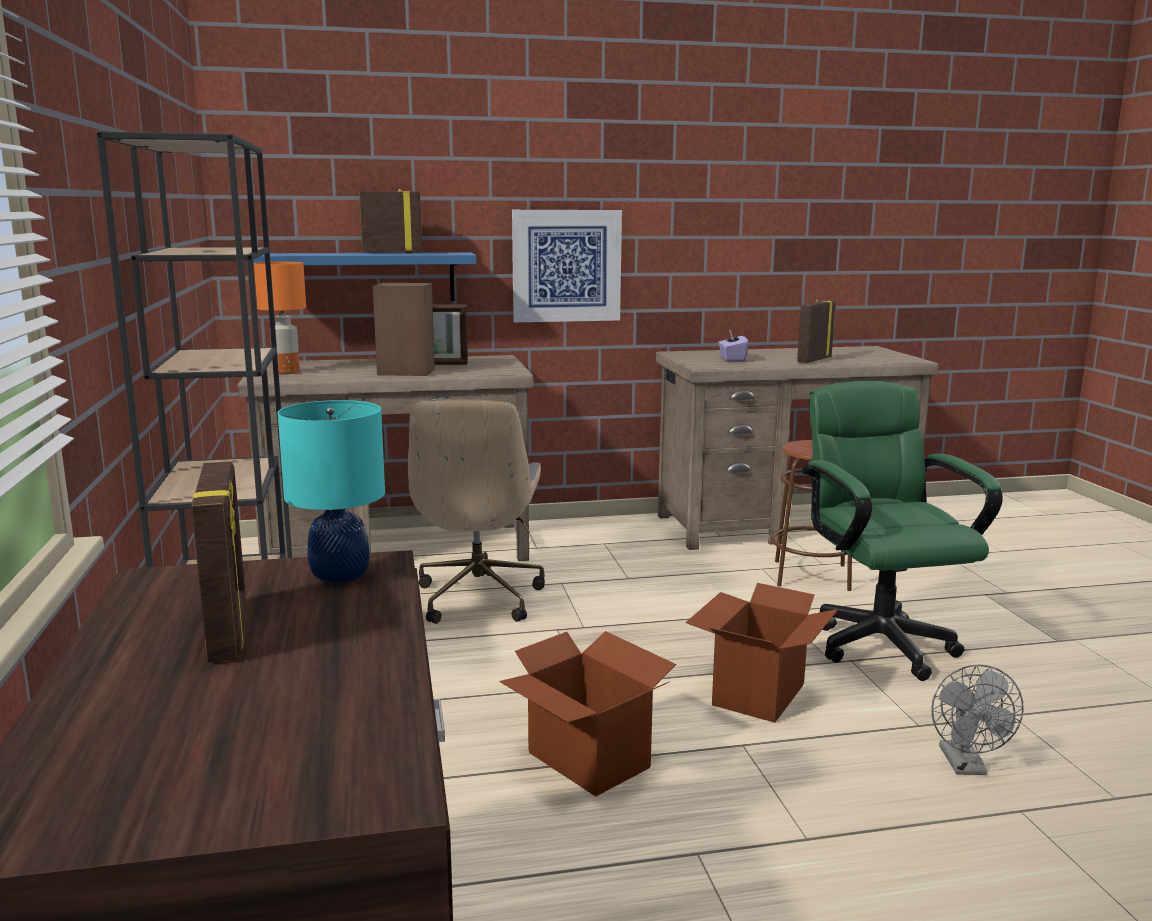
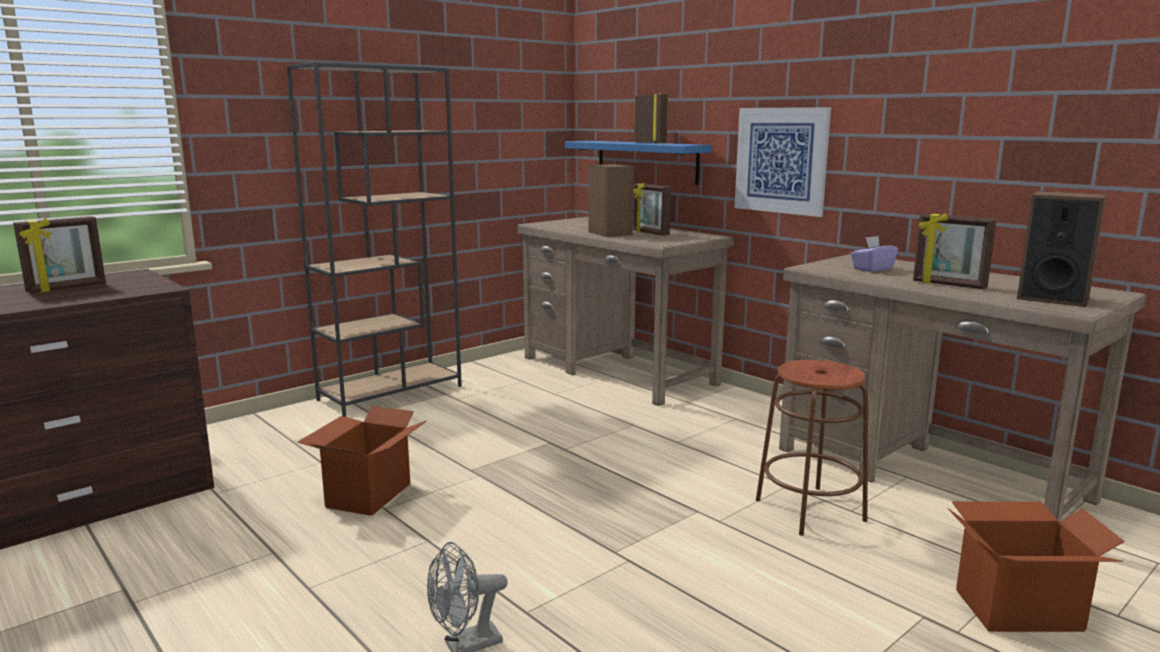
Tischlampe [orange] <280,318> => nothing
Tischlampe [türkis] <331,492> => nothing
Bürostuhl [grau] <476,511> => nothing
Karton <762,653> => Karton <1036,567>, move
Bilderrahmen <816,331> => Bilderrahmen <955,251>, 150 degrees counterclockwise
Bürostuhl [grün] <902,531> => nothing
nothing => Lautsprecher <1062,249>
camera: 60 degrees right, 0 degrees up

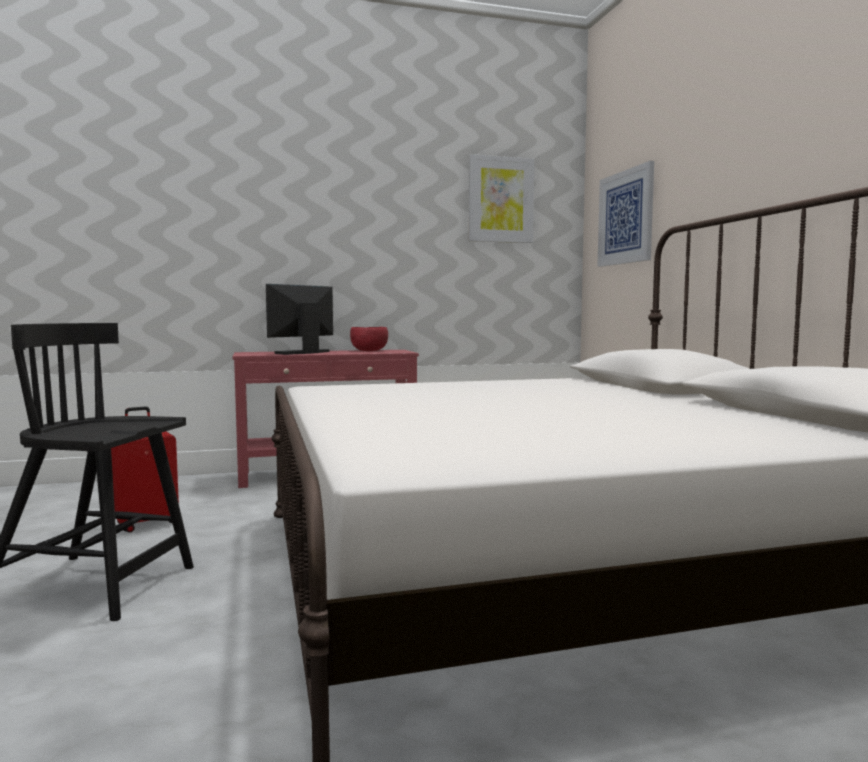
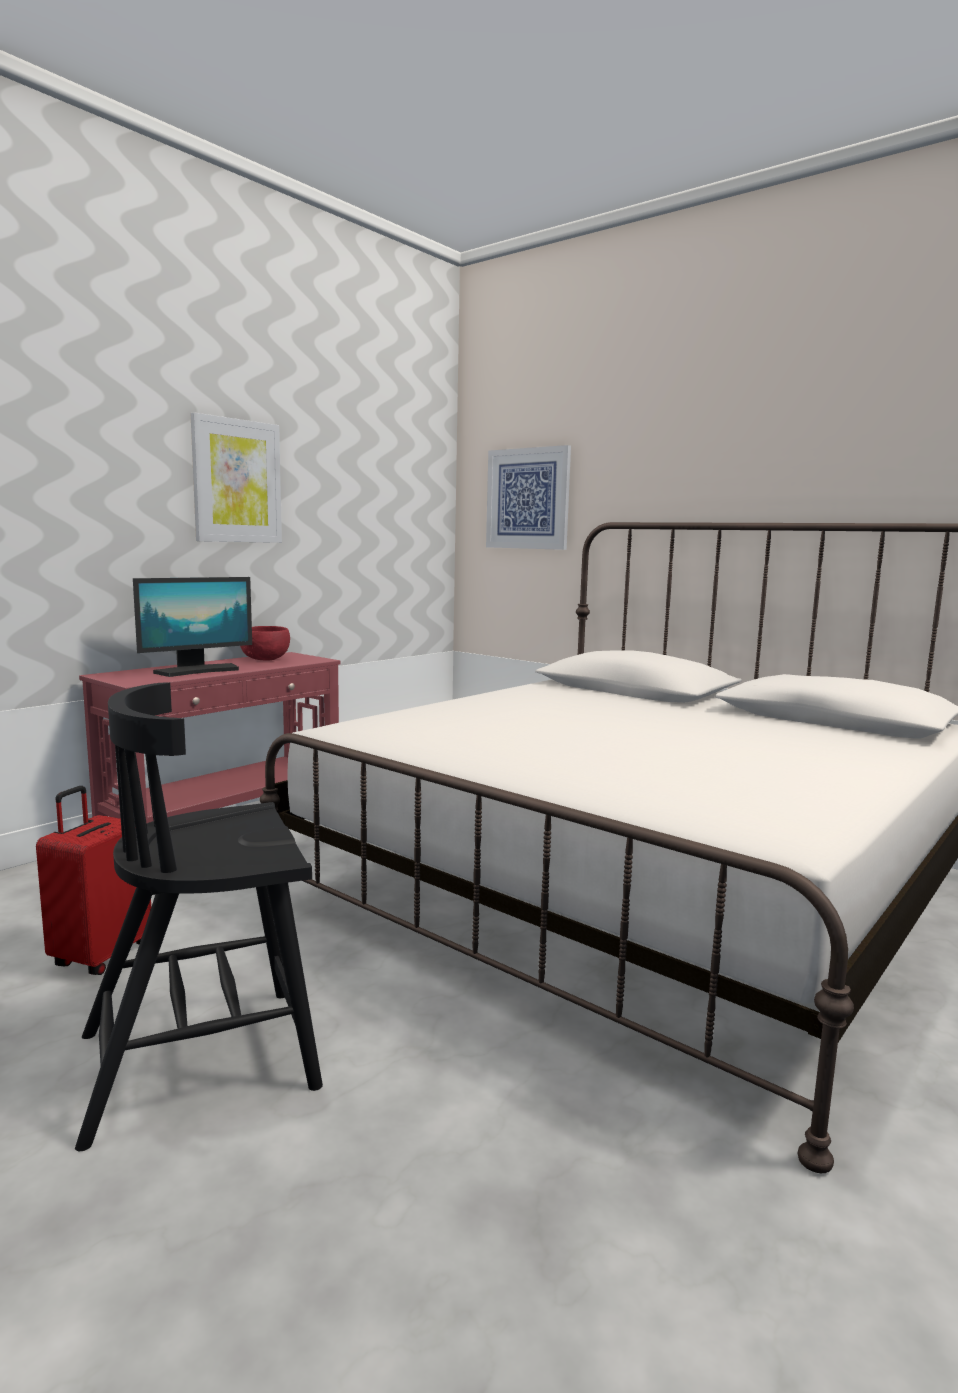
Monitor <299,319> => Monitor <192,627>, 135 degrees counterclockwise
Bild <501,198> => Bild <236,477>, move
camera: 35 degrees left, 5 degrees up

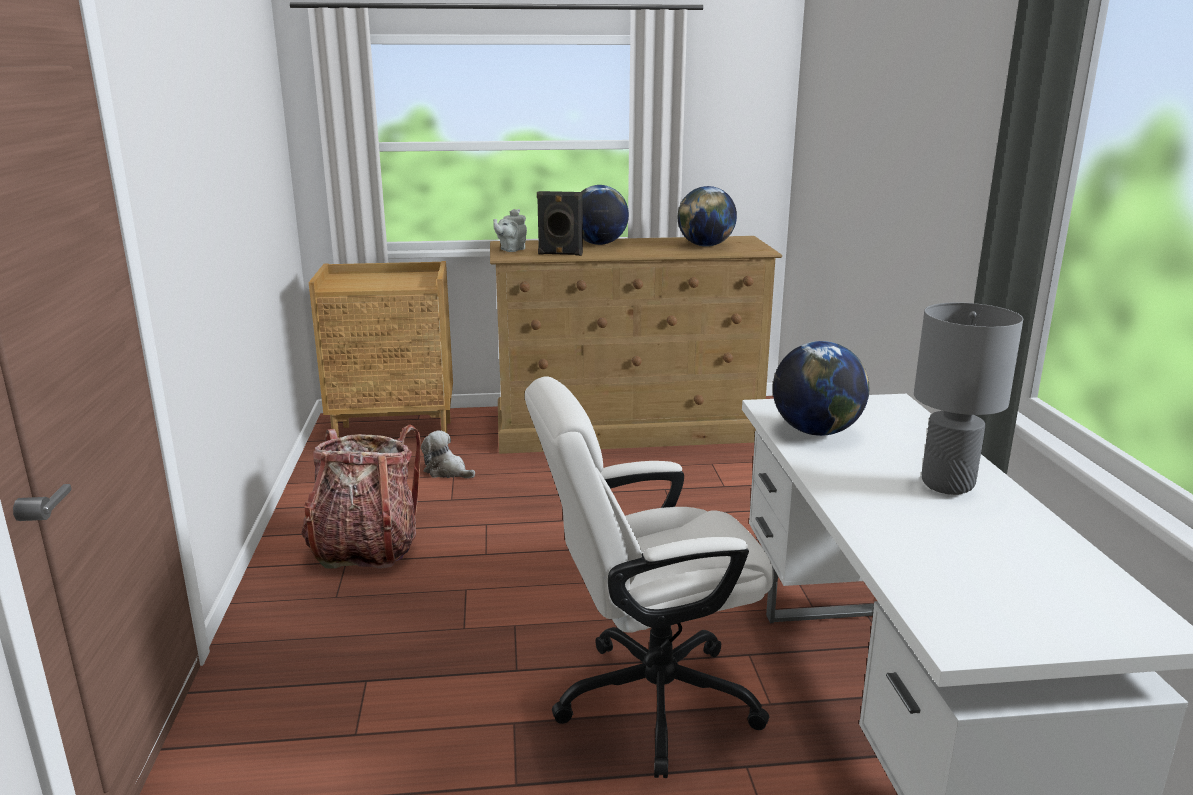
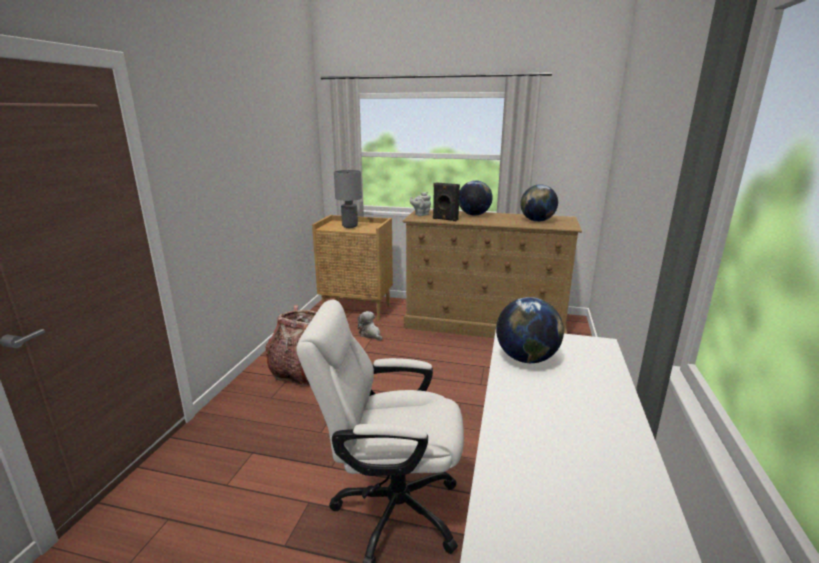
Tischlampe [grau] <968,399> => Tischlampe [grau] <348,199>, move
camera: 20 degrees right, 0 degrees up

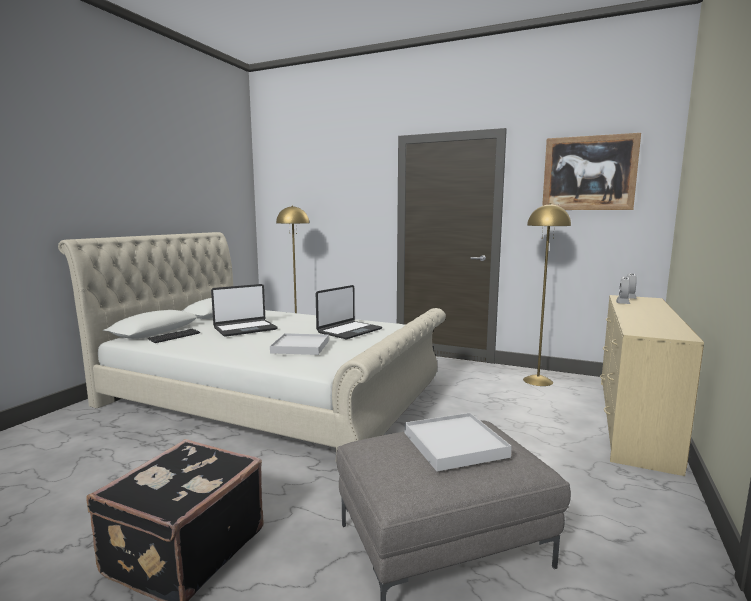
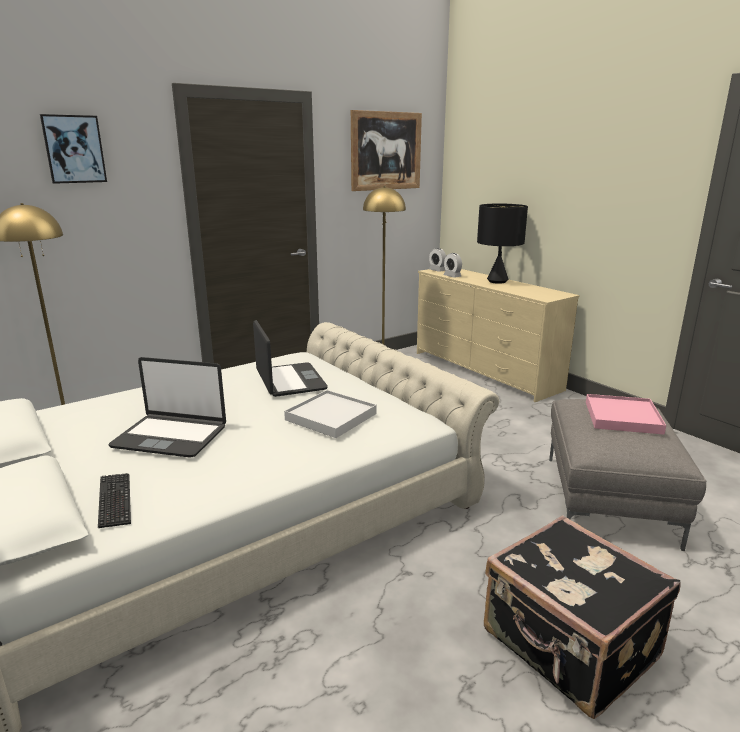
Laptop <244,310> => Laptop <167,407>, 105 degrees clockwise
Tablett [weiß] <458,442> => Tablett [rosa] <626,414>
nothing => Bild <73,149>
nothing => Tischlampe [schwarz] <502,244>
camera: 60 degrees left, 10 degrees up

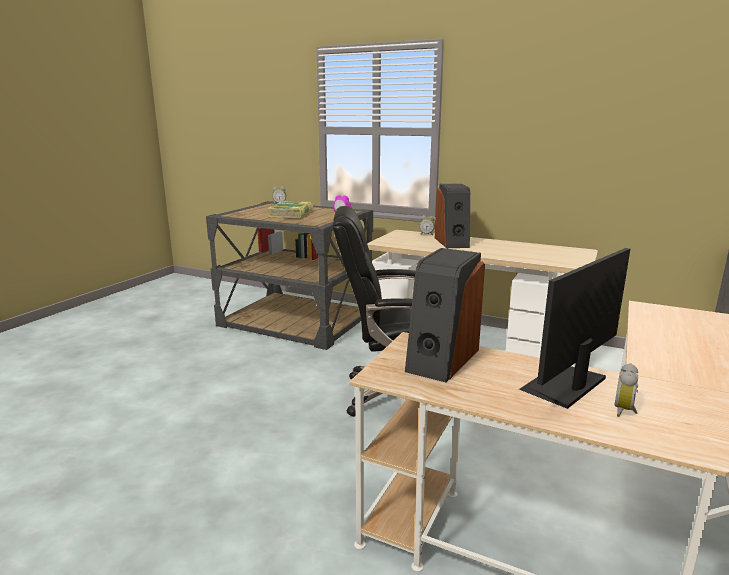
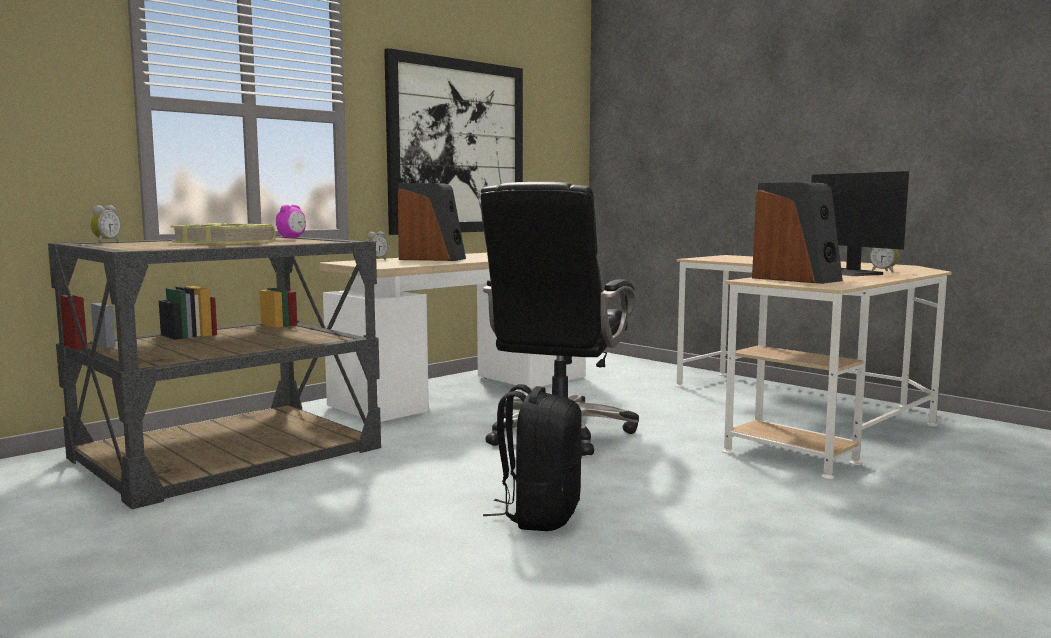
nothing => Bild <453,141>
nothing => Rucksack [schwarz] <532,457>
camera: 70 degrees left, 10 degrees down

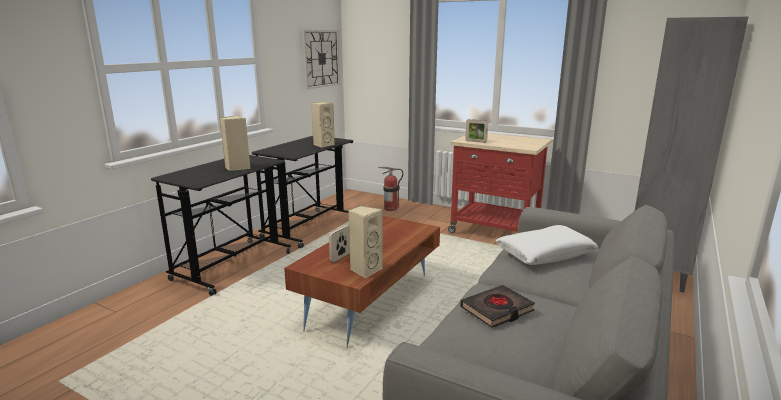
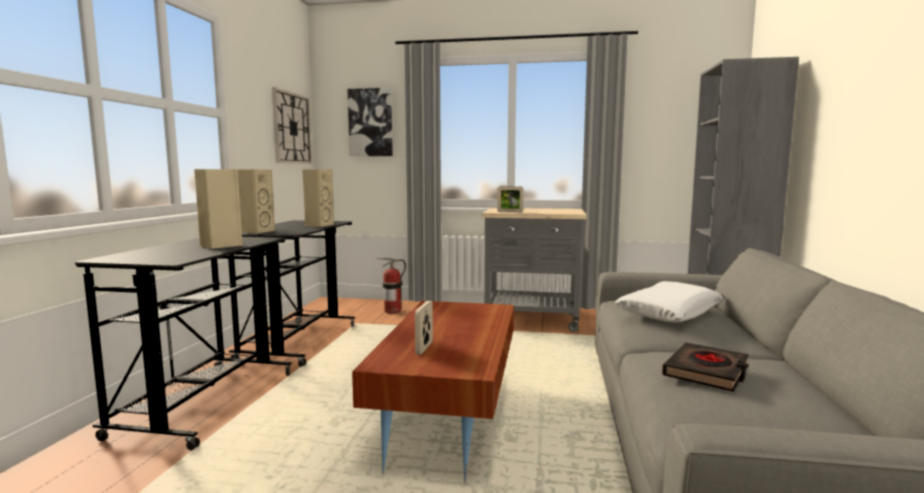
Lautsprecher [beige] <366,242> => Lautsprecher [beige] <256,201>, move
Rollwagen [rot] <500,183> => Rollwagen [grau] <534,270>
nothing => Bild <370,122>
camera: 20 degrees left, 10 degrees down

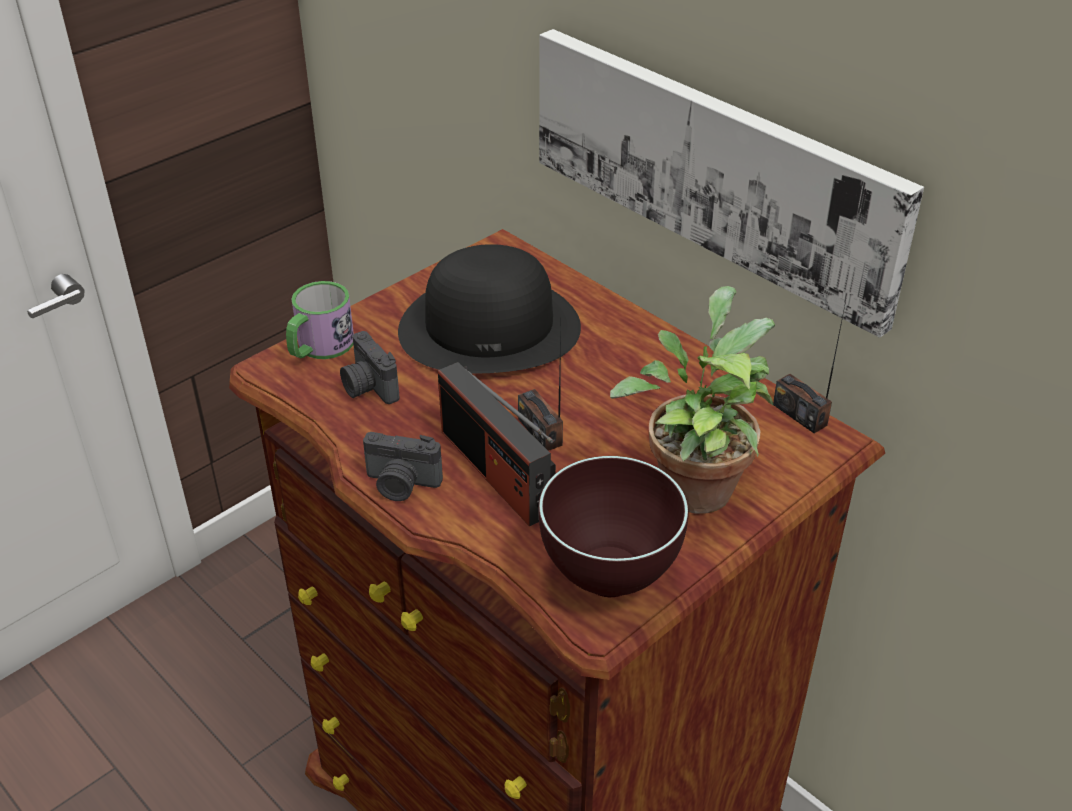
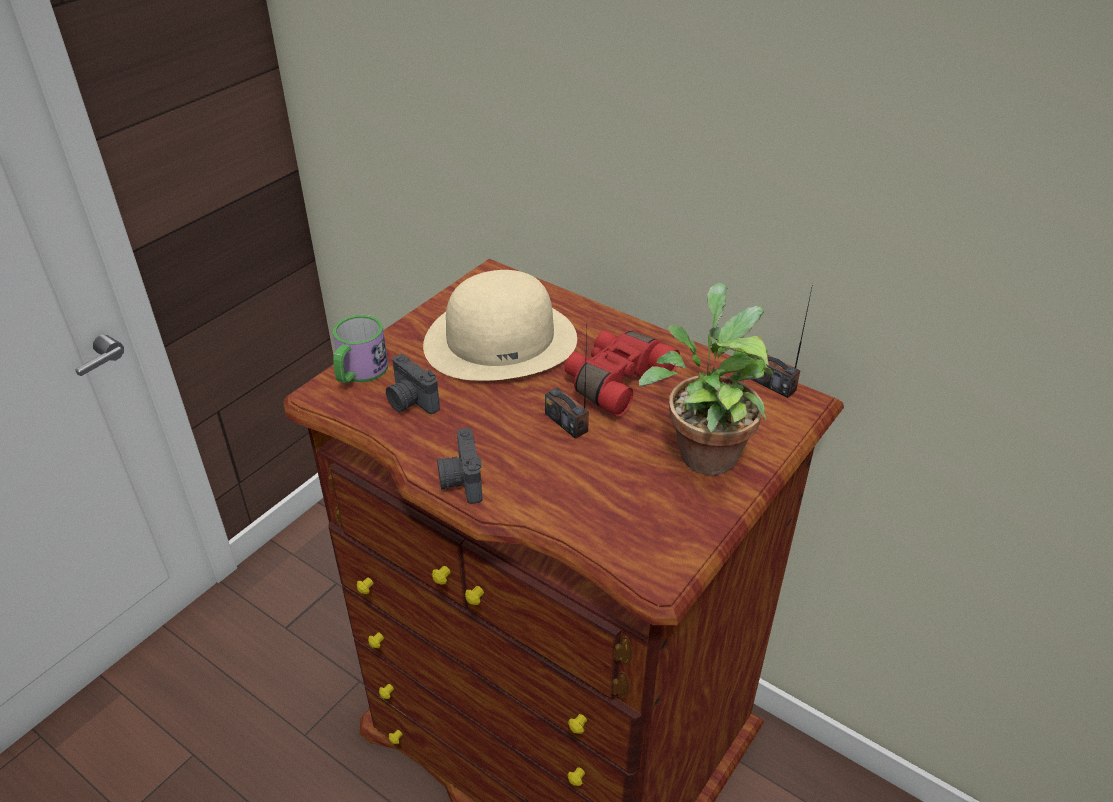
Kamera <403,466> => Kamera <459,466>, 75 degrees clockwise
Hut [schwarz] <489,308> => Hut [beige] <500,325>
Radio <497,444> => nothing
Schüssel [braun] <613,526> => nothing
Bild <731,183> => nothing
nothing => Fernglas [rot] <622,373>
camera: 10 degrees left, 0 degrees up

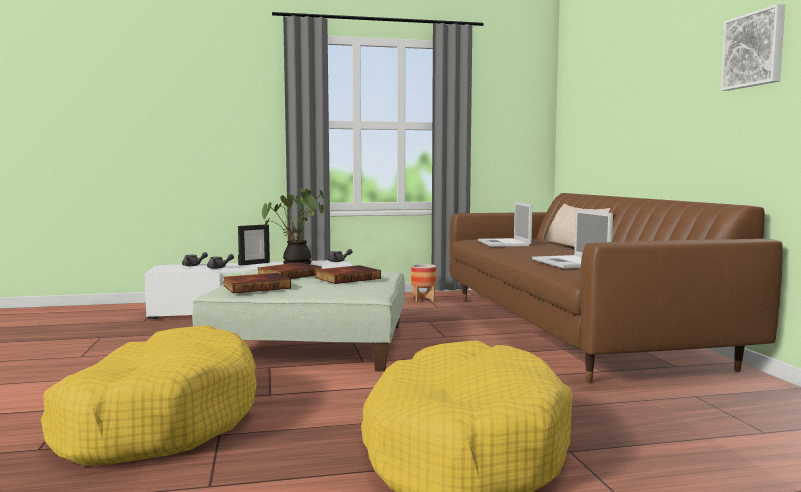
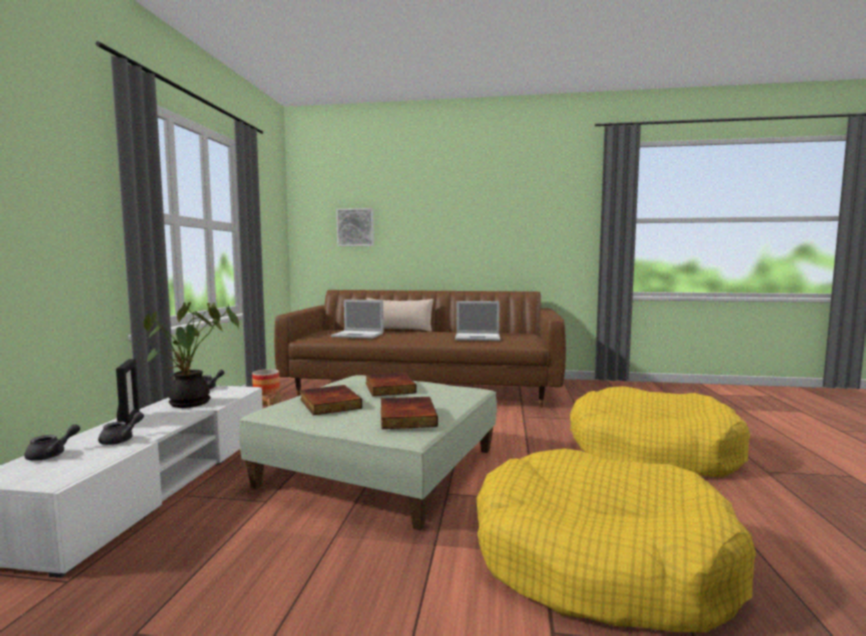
Bild <753,47> => Bild <355,227>, move
camera: 70 degrees left, 0 degrees up

